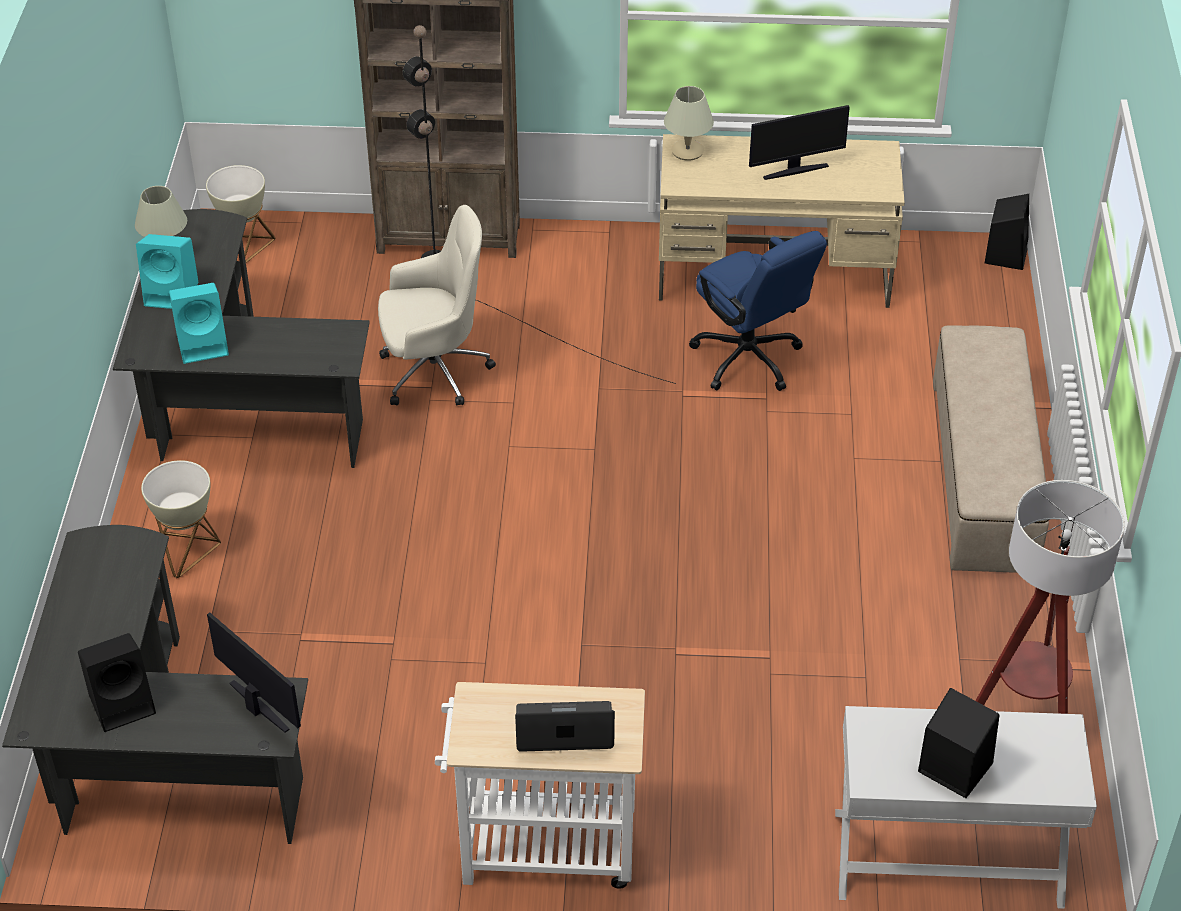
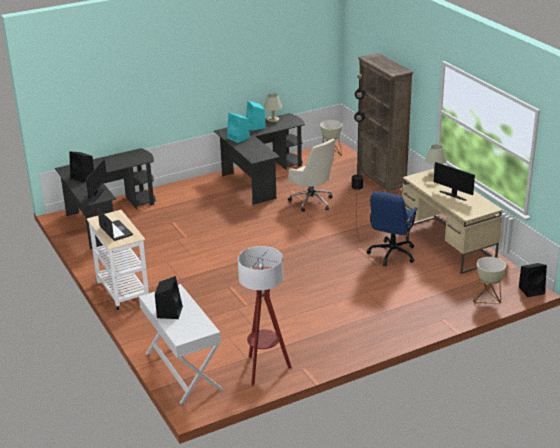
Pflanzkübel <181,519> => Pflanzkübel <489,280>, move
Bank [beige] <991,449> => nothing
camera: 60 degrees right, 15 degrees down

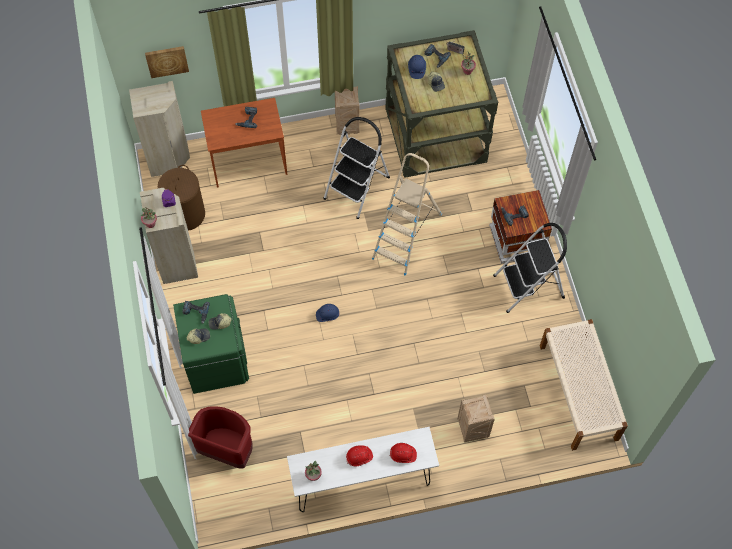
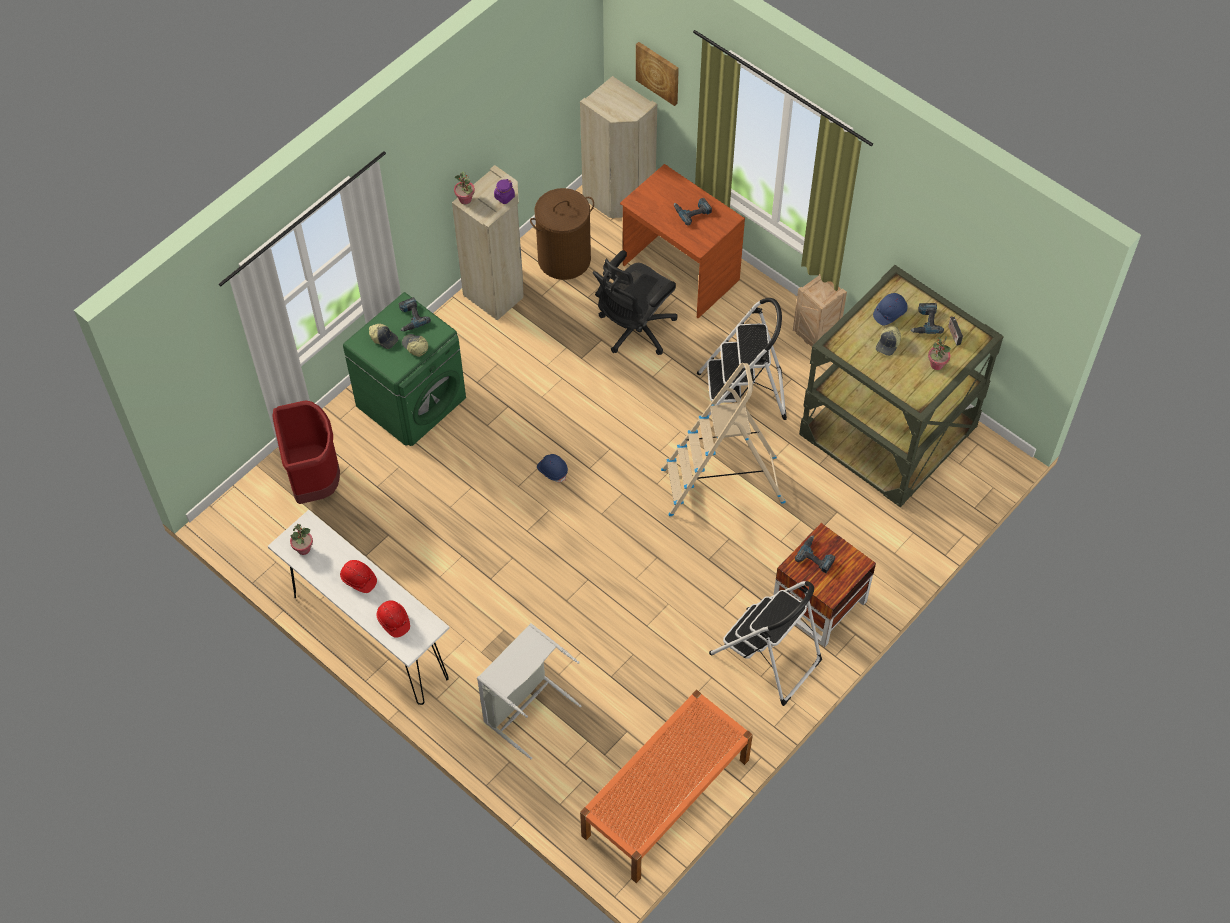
Kiste <476,418> => Wäschekorb [grau] <529,691>
Bank [beige] <584,385> => Bank [orange] <666,786>
nothing => Bürostuhl <635,302>
camera: 55 degrees right, 5 degrees down

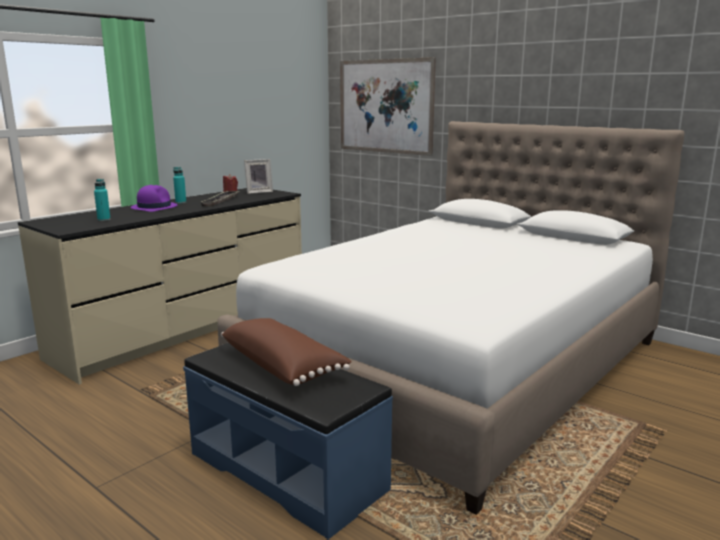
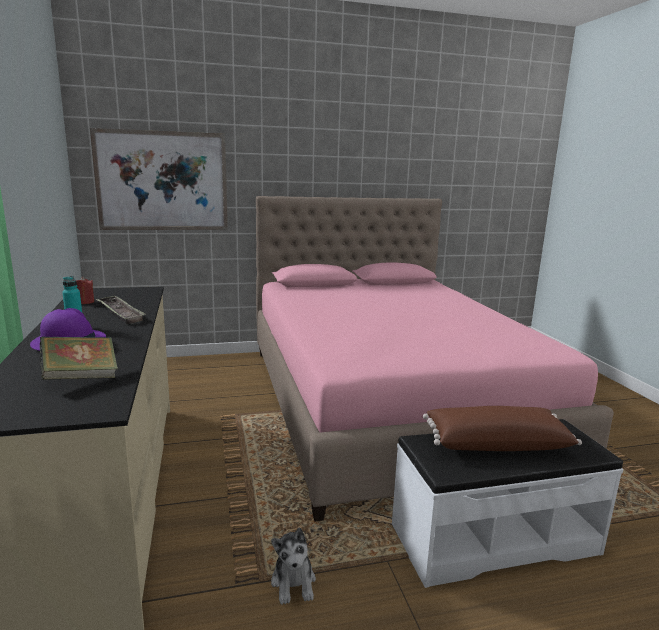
Flasche [türkis] <102,200> => Buch <79,358>
Bank [blau] <288,441> => Bank [weiß] <507,503>
Bett [weiß] <451,318> => Bett [rosa] <435,359>
Bilderrahmen <258,176> => nothing
nothing => Plüschtier <293,565>
camera: 55 degrees left, 0 degrees up

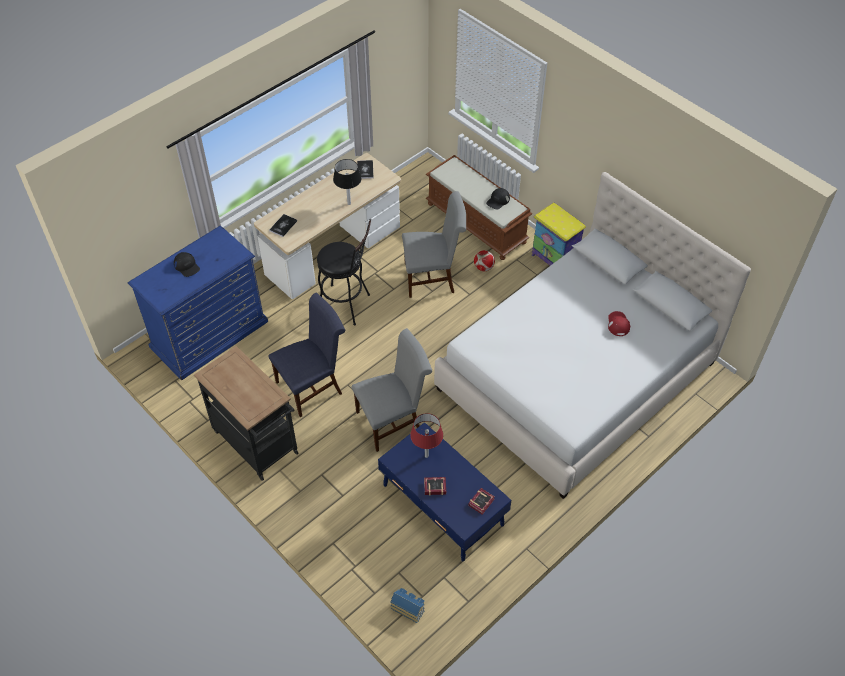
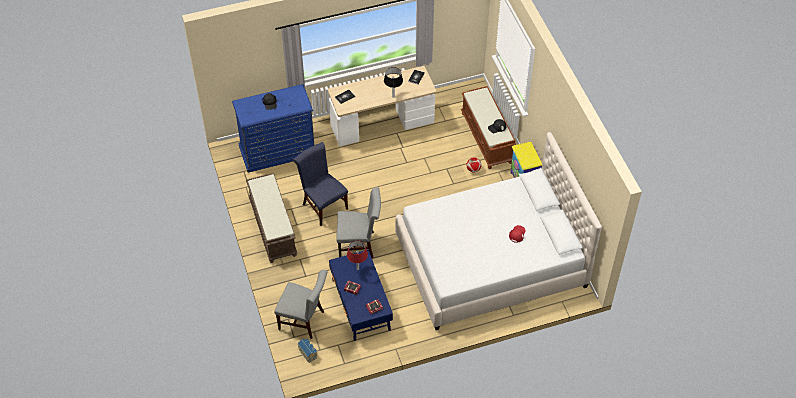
Rollwagen [schwarz] <246,413> => Bank [braun] <271,218>
Stuhl [blau] <306,355> => Stuhl [blau] <320,184>, 120 degrees counterclockwise
Hocker [schwarz] <344,272> => nothing
Stuhl [grau] <434,244> => Stuhl [grau] <301,304>, move
camera: 25 degrees right, 0 degrees up

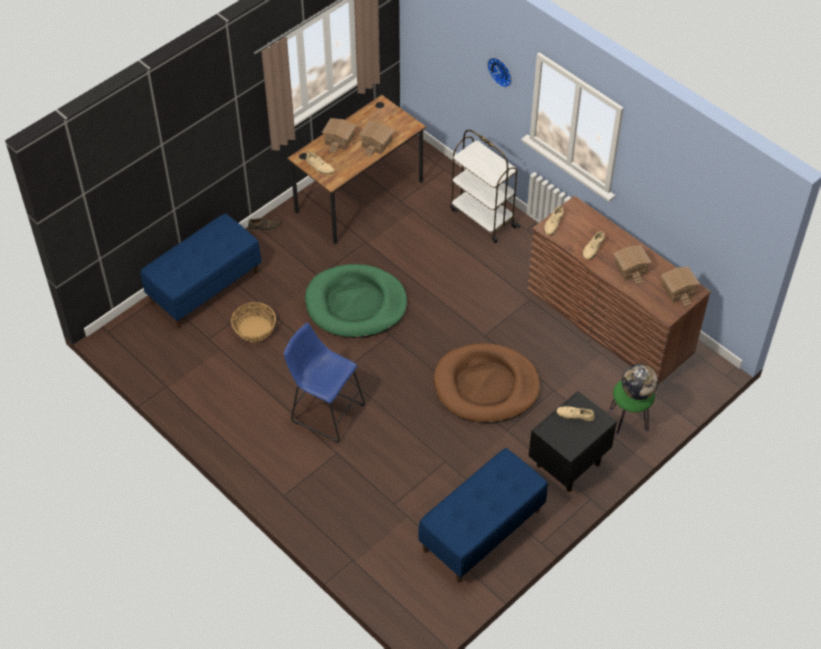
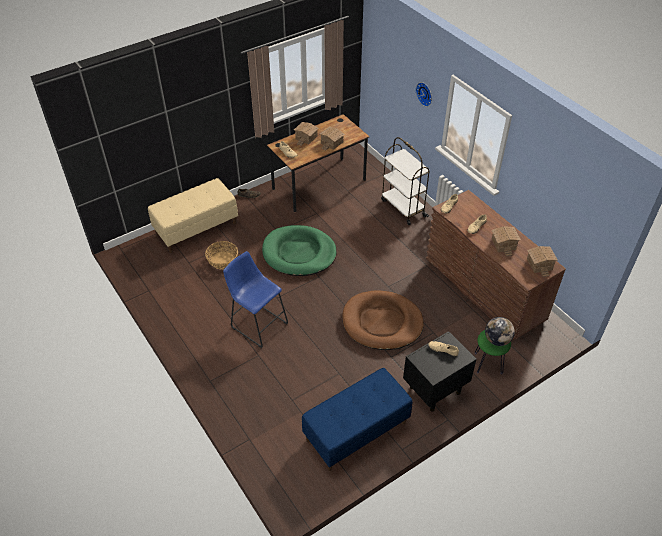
Bank [blau] <201,270> => Bank [beige] <193,215>
camera: 10 degrees right, 5 degrees down

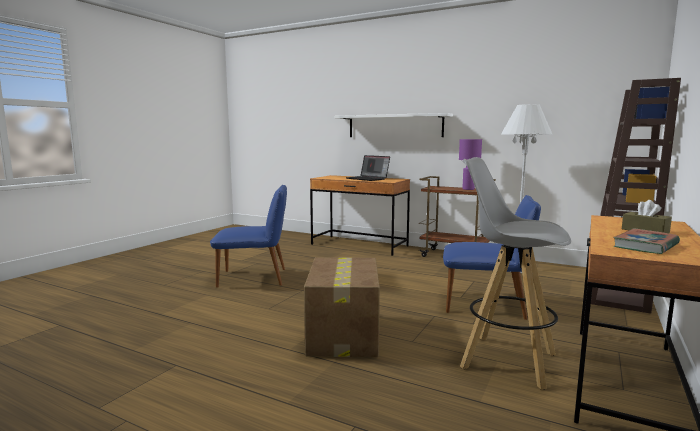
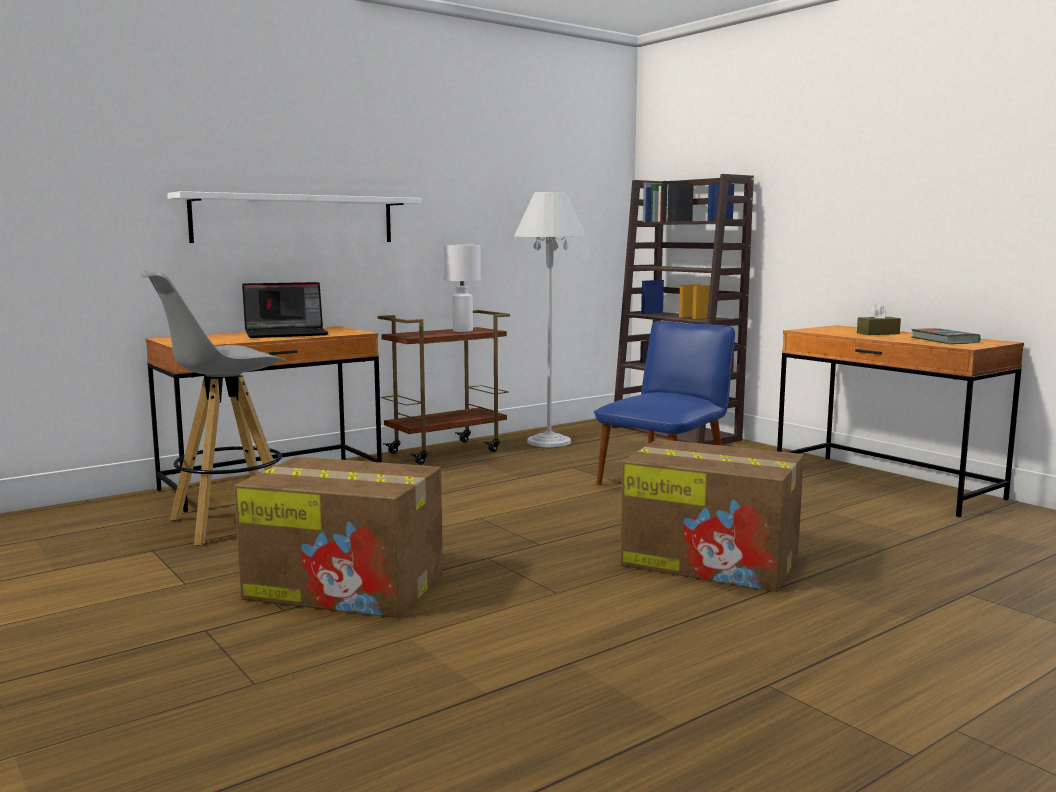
Stuhl [blau] <248,236> => Karton <338,537>
Tischlampe [lila] <470,164> => Tischlampe [weiß] <462,288>
Hocker [grau] <515,273> => Hocker [grau] <213,408>, move
camera: 65 degrees left, 0 degrees up

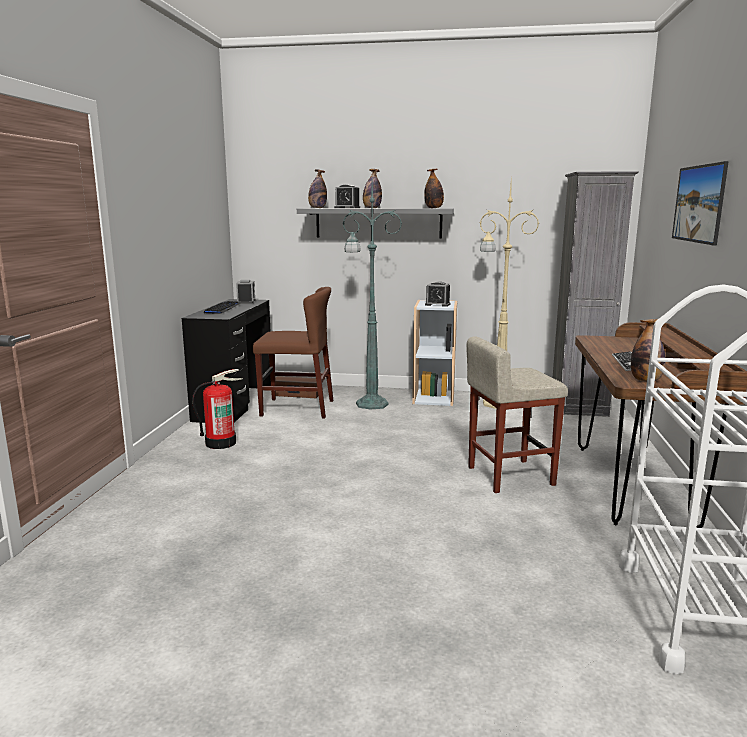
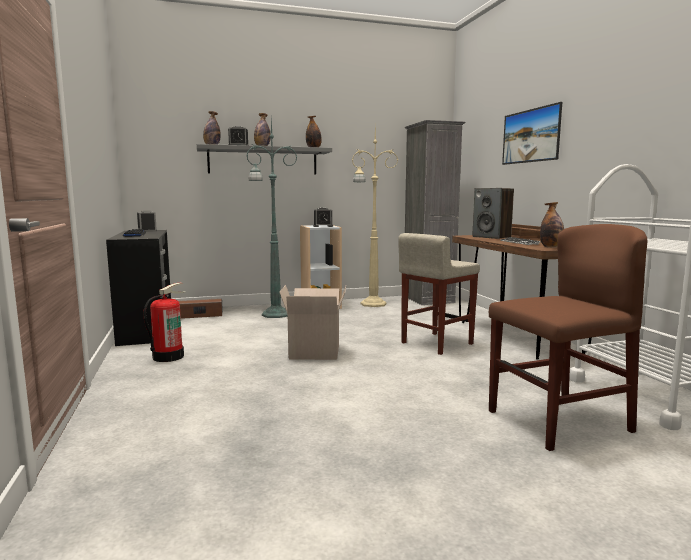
Stuhl [braun] <293,352> => Stuhl [braun] <568,337>, move
nothing => Karton <312,322>
nothing => Lautsprecher <493,213>
camera: 25 degrees left, 5 degrees down

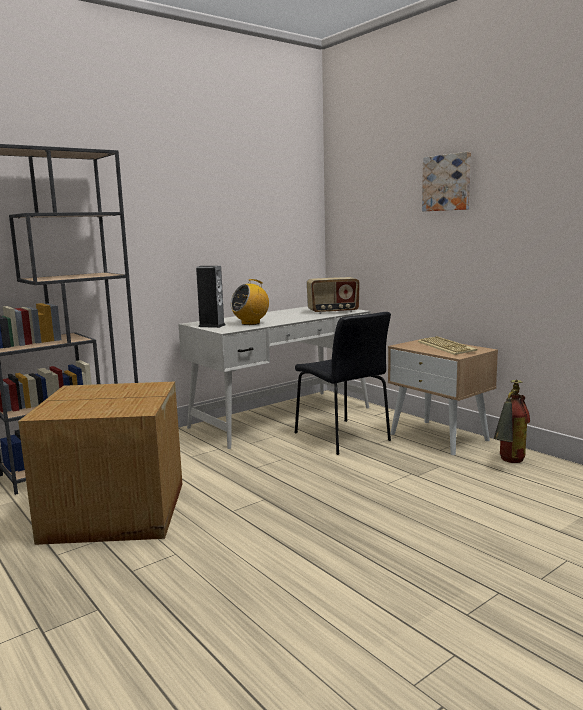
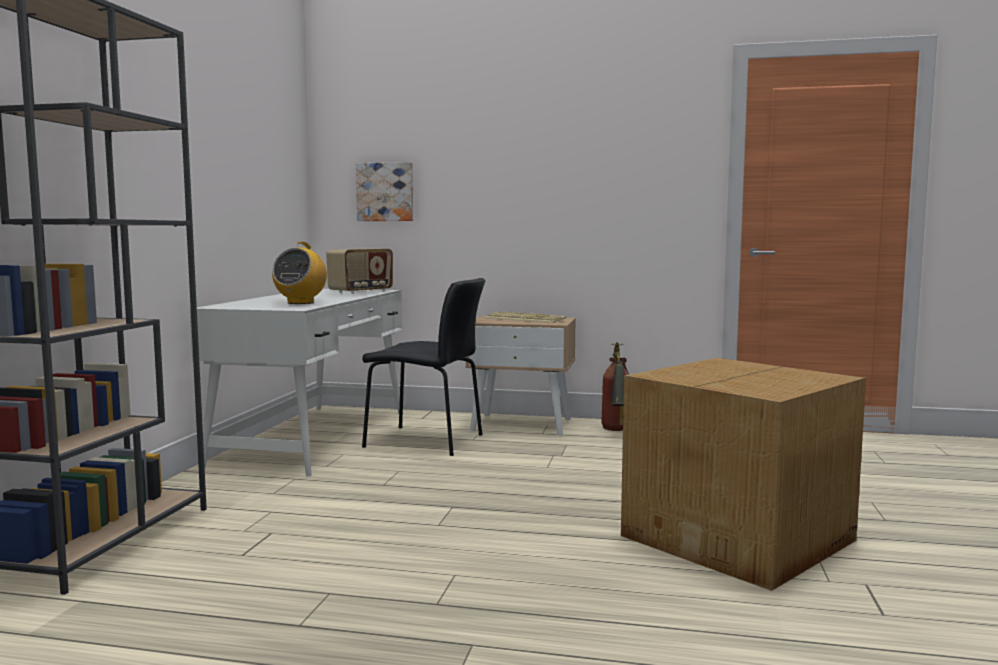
Karton <100,463> => Karton <743,474>, move
Lautsprecher <211,297> => nothing
Bild <446,181> => Bild <384,191>, move
camera: 40 degrees left, 5 degrees down

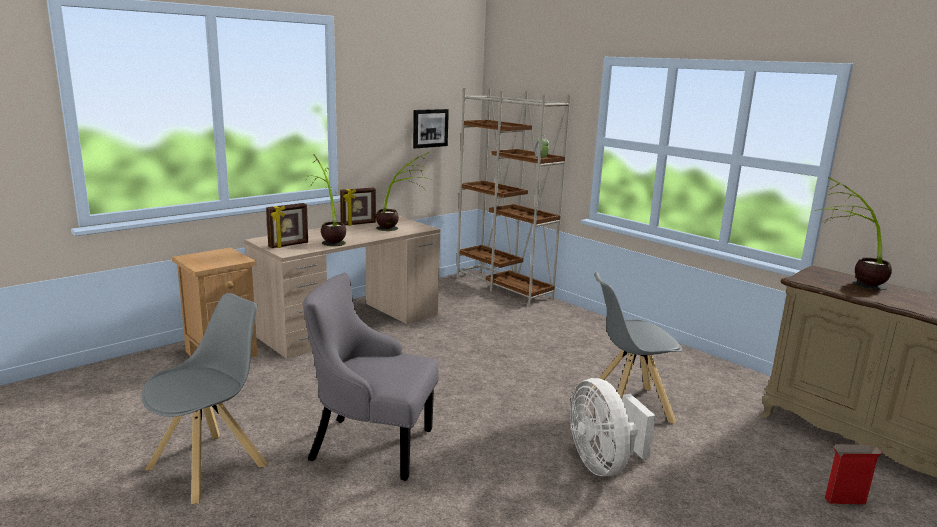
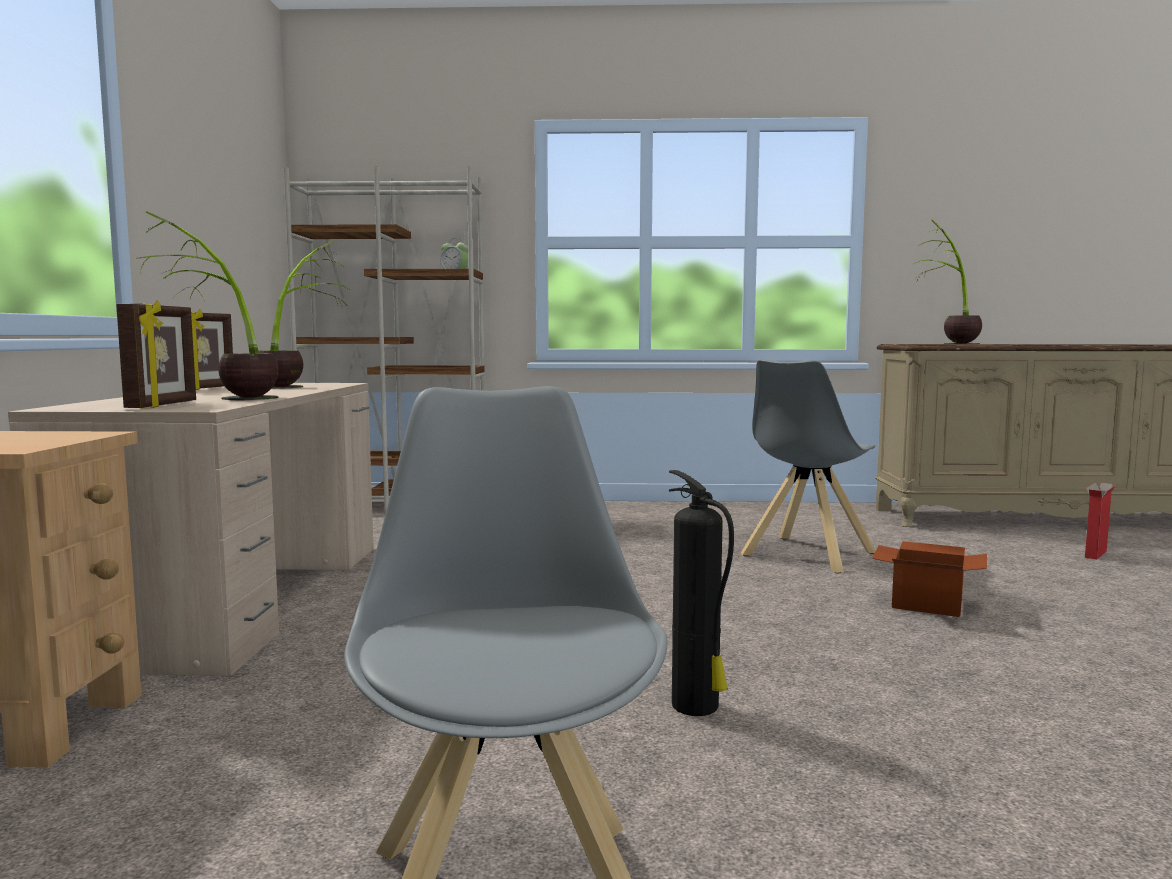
Stuhl [grau] <371,377> => Feuerlöscher <701,593>
Bild <431,128> => nothing
Ventilator [weiß] <613,427> => Karton <929,579>
camera: 45 degrees left, 10 degrees down

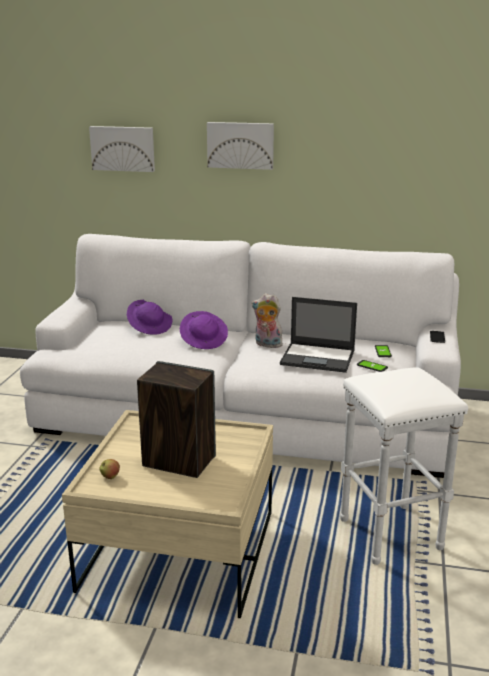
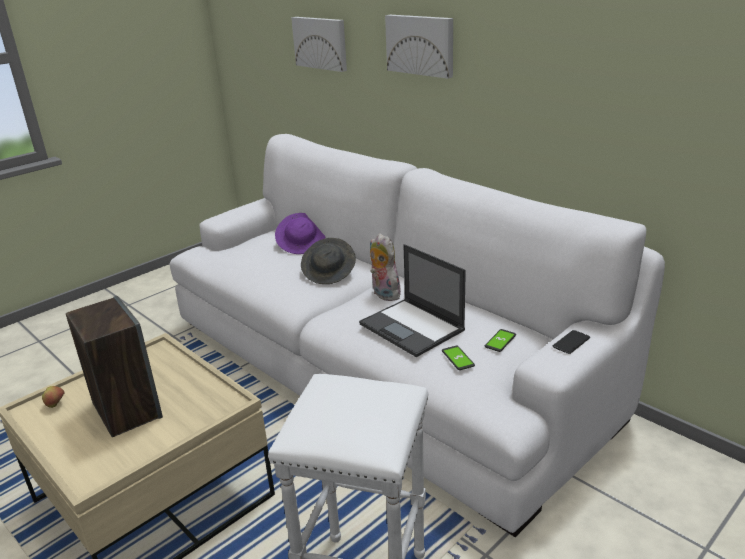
Hut [lila] <204,330> => Hut [grau] <328,261>
camera: 35 degrees right, 5 degrees up

